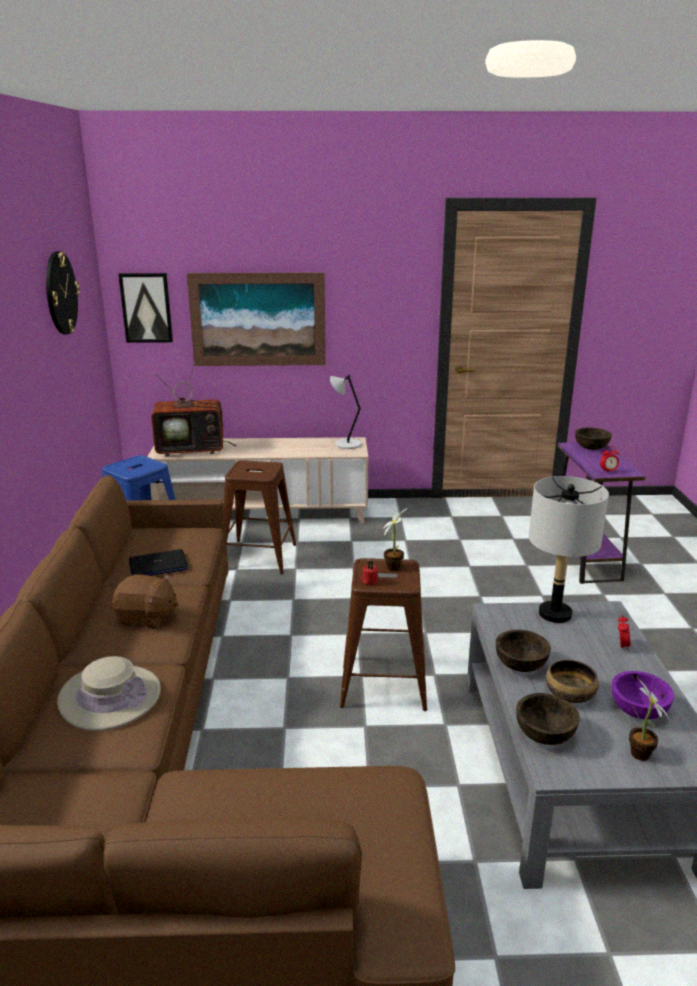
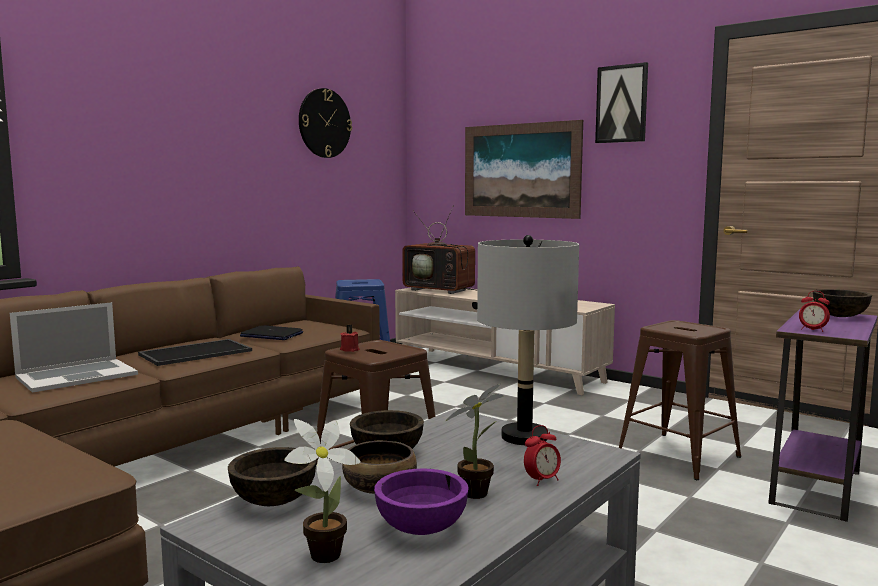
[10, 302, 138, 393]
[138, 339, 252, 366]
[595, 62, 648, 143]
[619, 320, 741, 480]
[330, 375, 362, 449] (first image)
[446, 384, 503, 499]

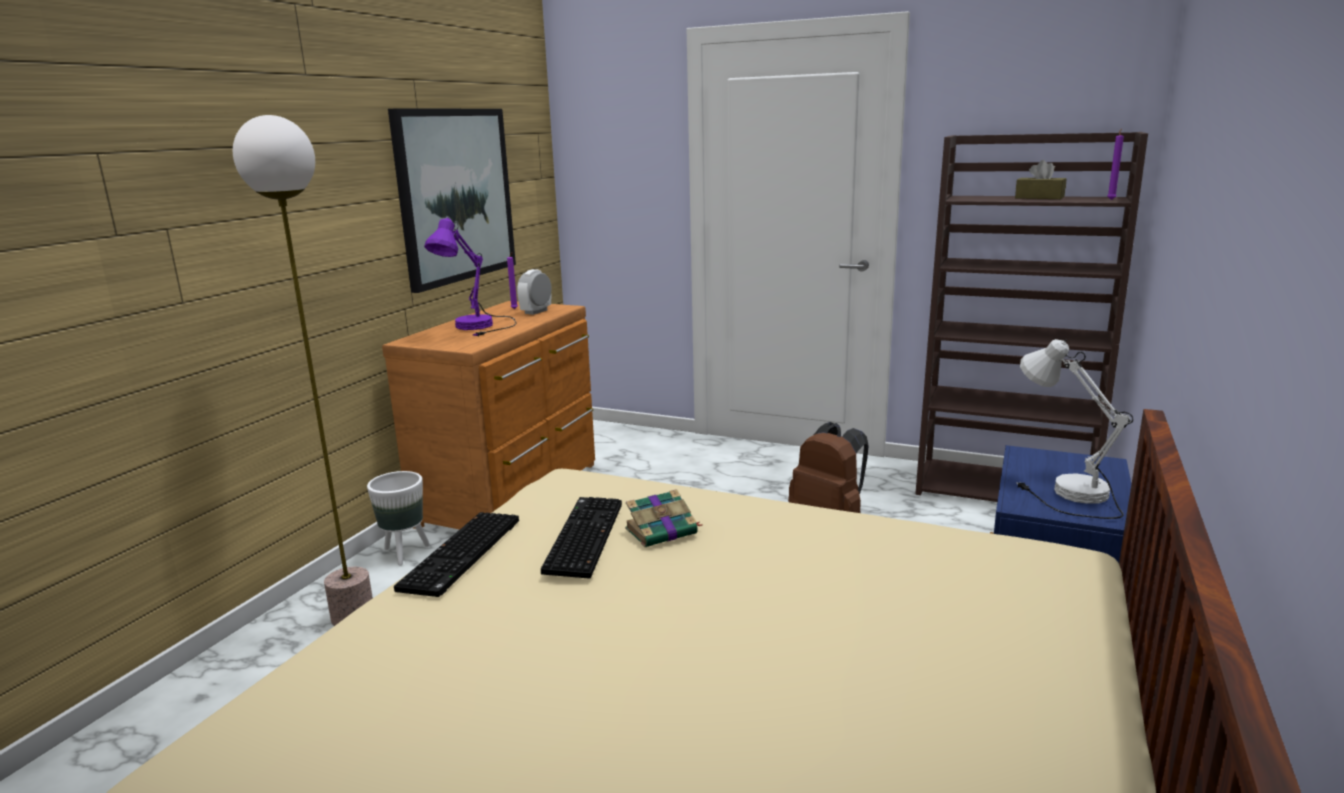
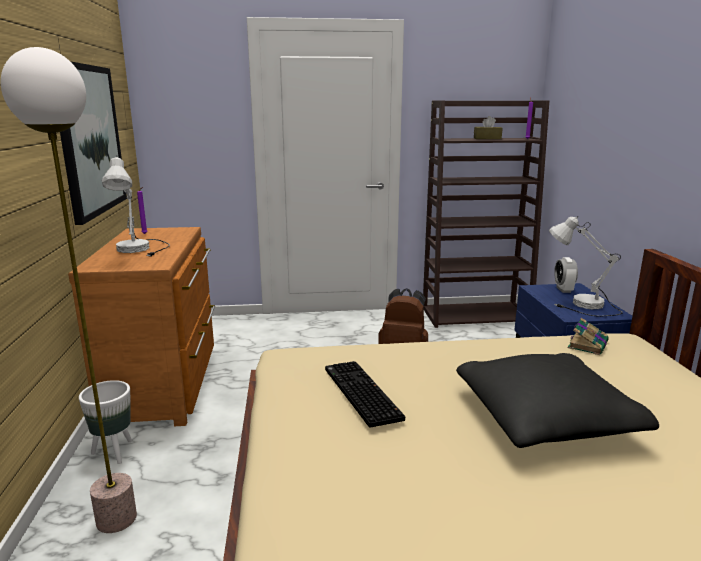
[394, 512, 519, 597] (first image)
[102, 155, 170, 256]
[554, 257, 578, 293]
[568, 318, 609, 355]
[456, 353, 659, 448]

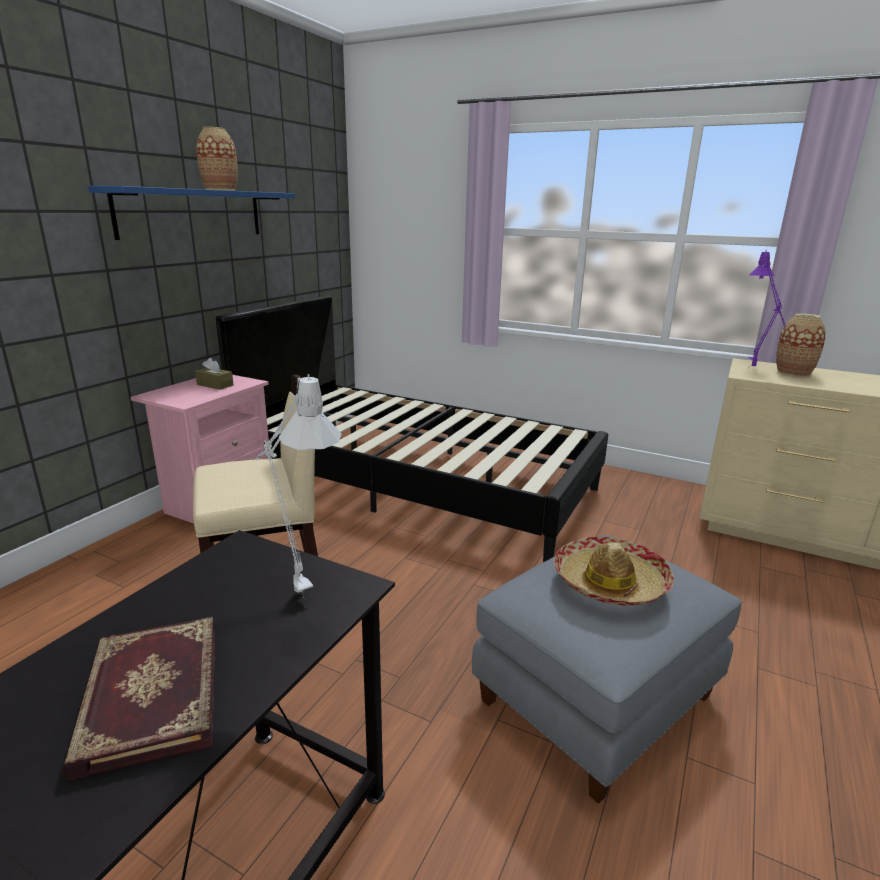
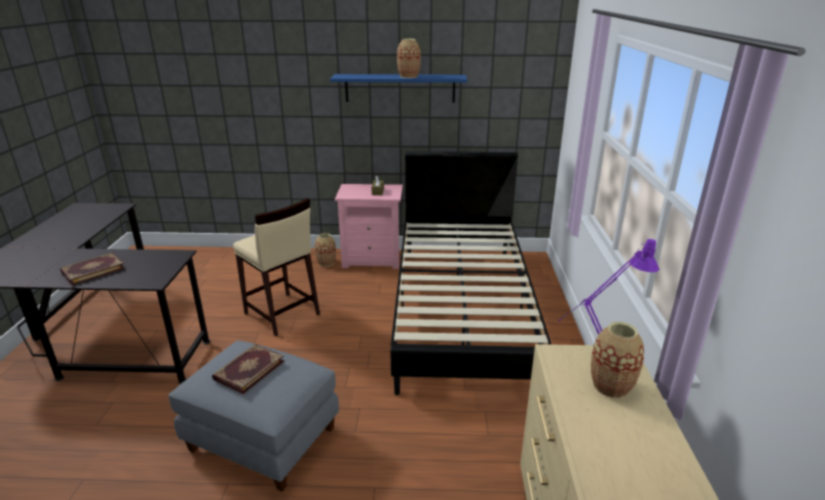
[256, 374, 342, 597] (first image)
[212, 344, 284, 394]
[315, 233, 336, 267]

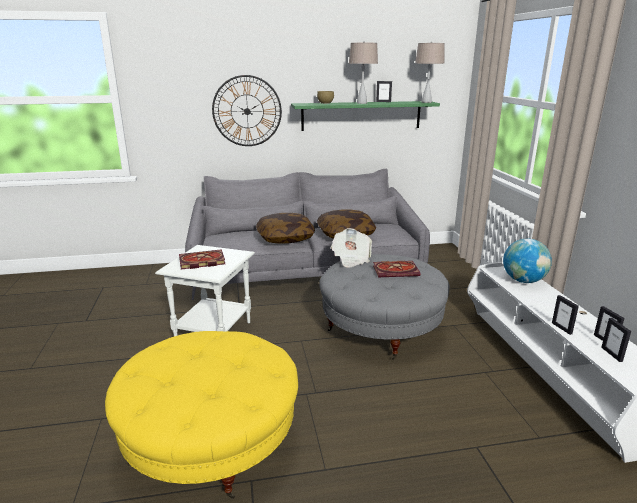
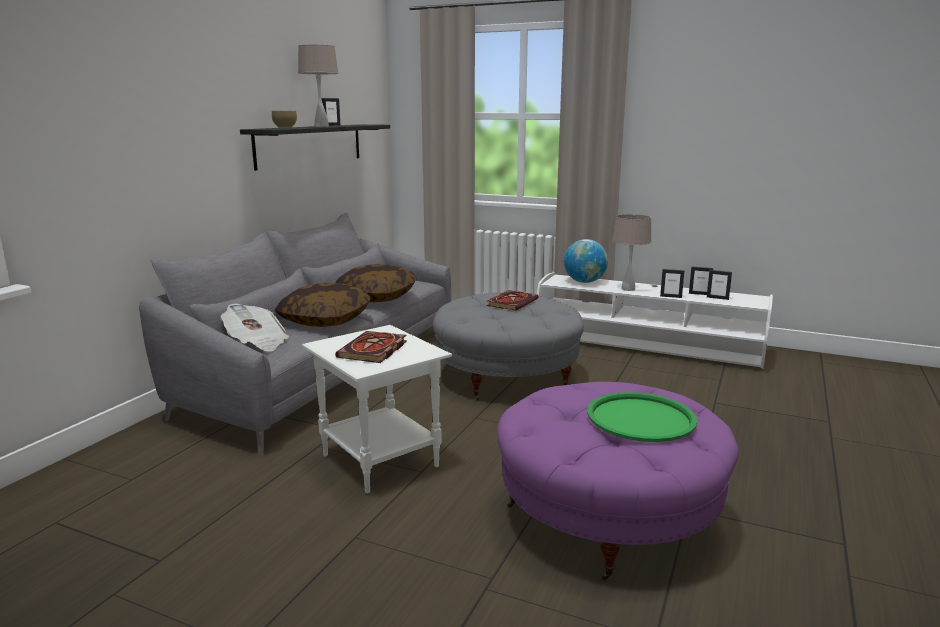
[497, 382, 739, 580]
[212, 75, 282, 146] (first image)
[240, 124, 390, 171]
[221, 304, 289, 352]
[612, 214, 651, 291]
[587, 392, 697, 442]

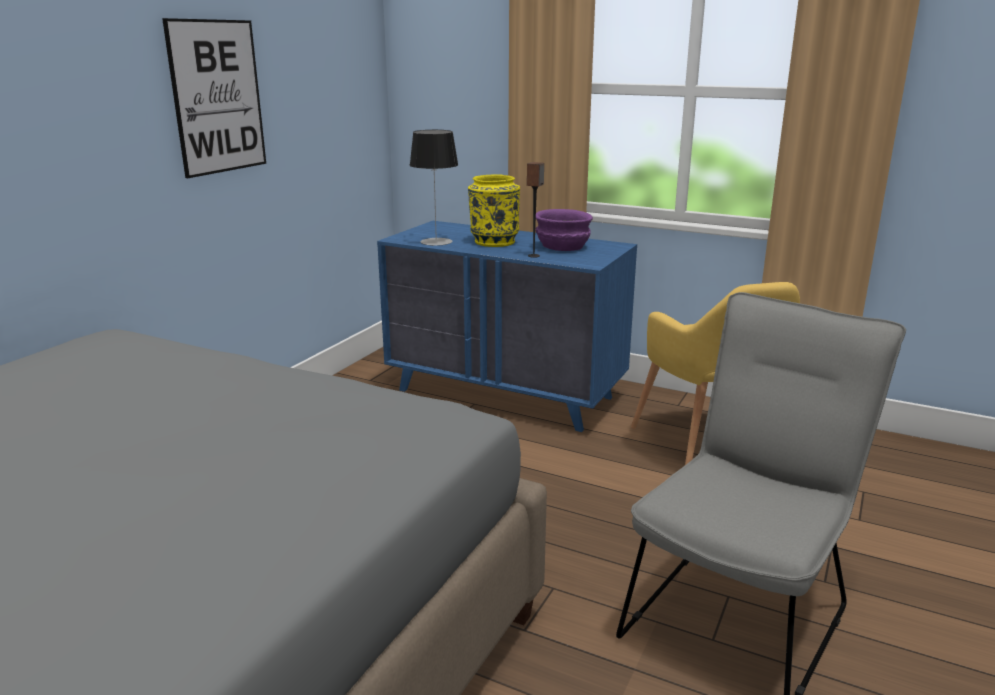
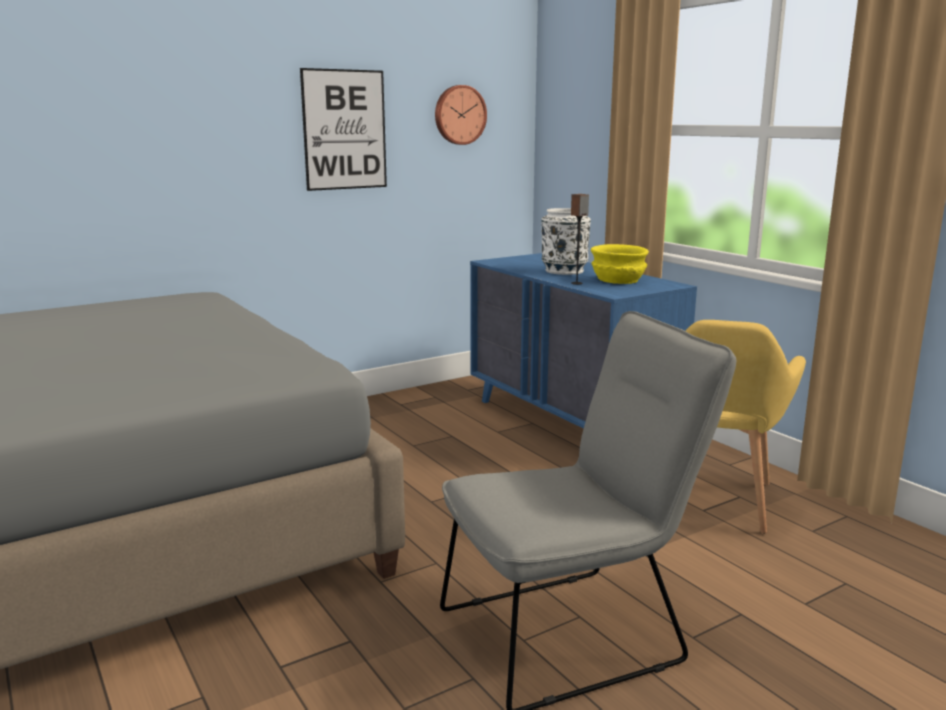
[410, 130, 458, 246] (first image)
[541, 208, 591, 275]
[591, 244, 649, 284]
[435, 85, 487, 145]

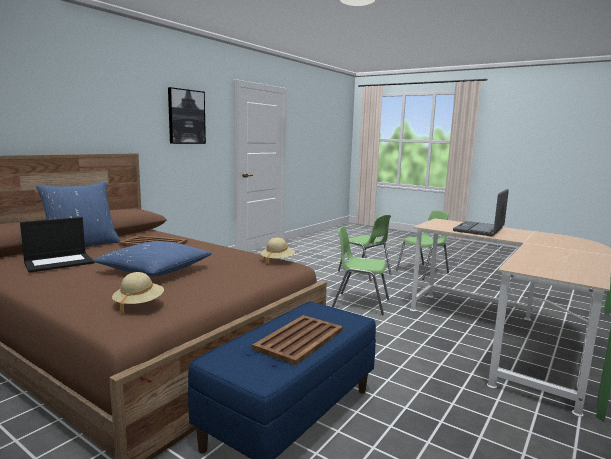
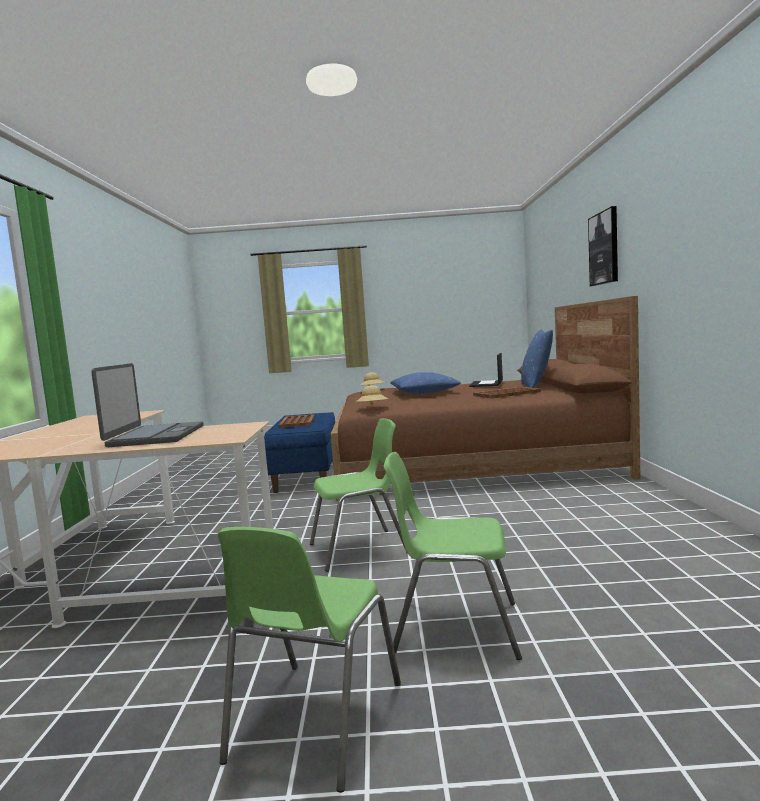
[588, 206, 618, 286]

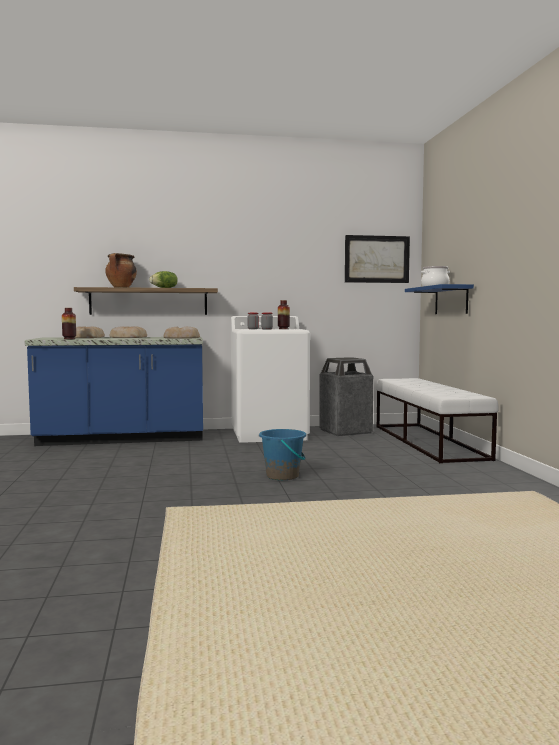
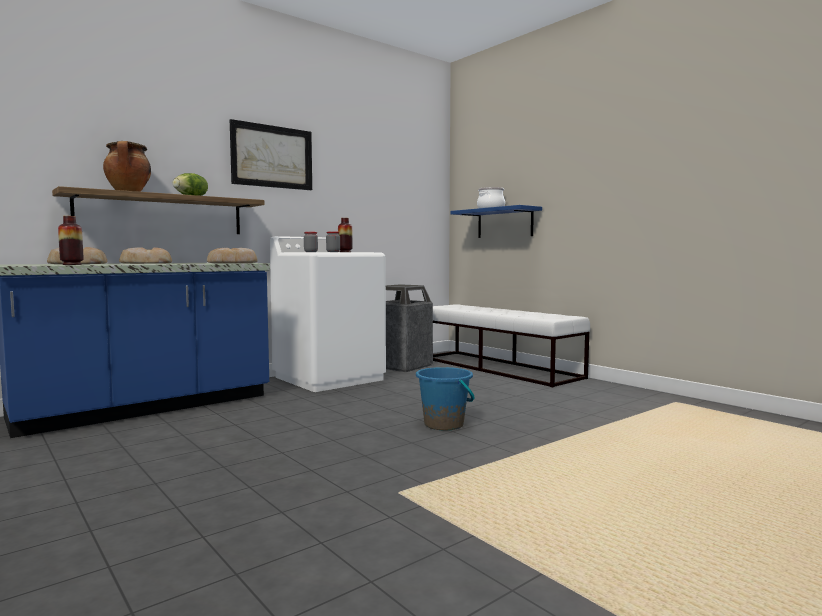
[230, 119, 312, 190]

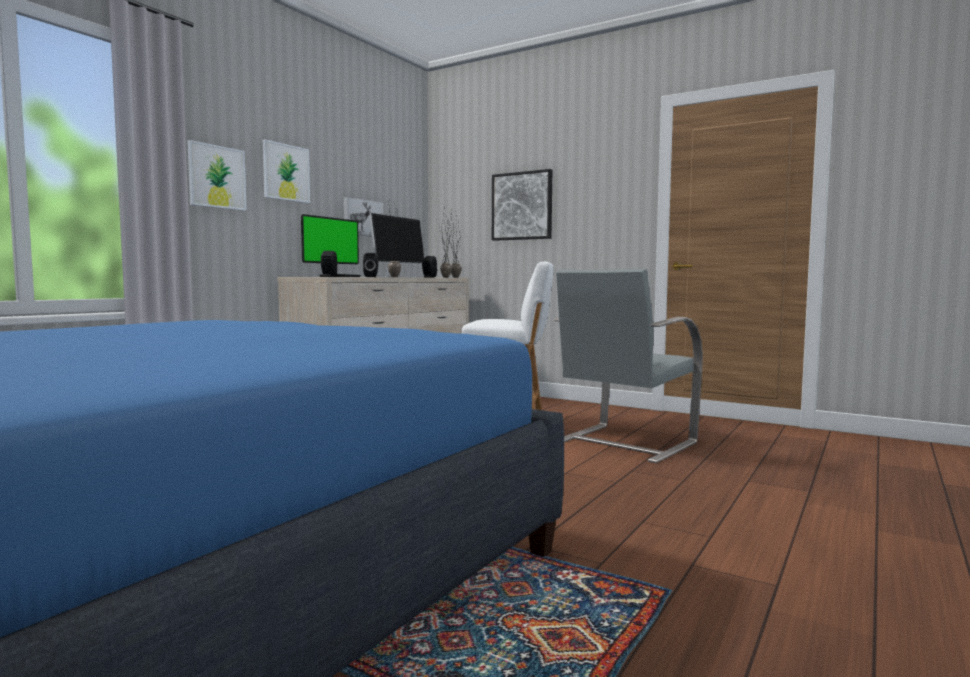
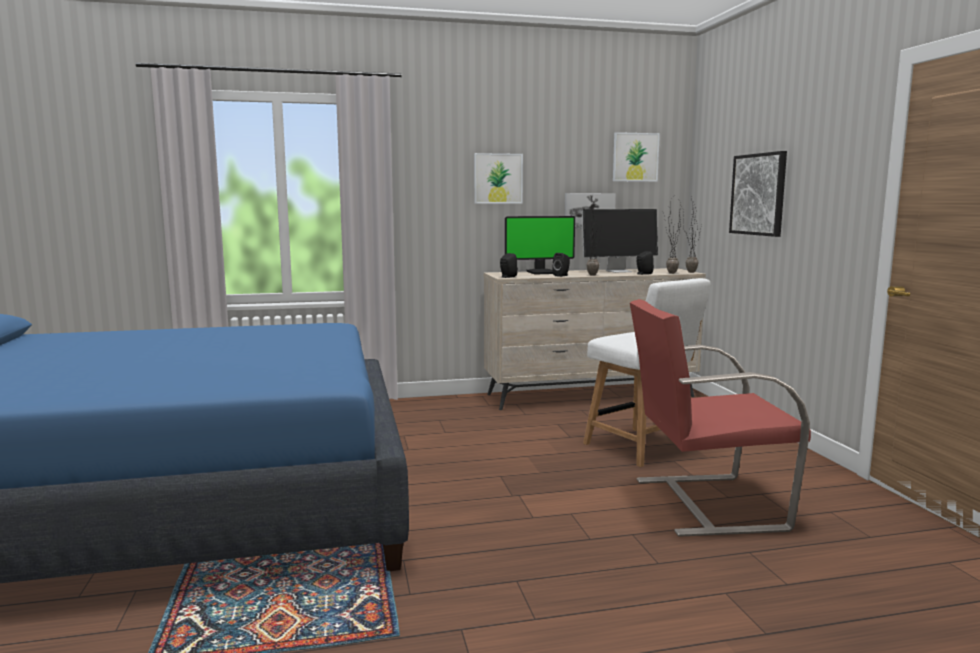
[613, 132, 660, 182]
[630, 299, 811, 537]

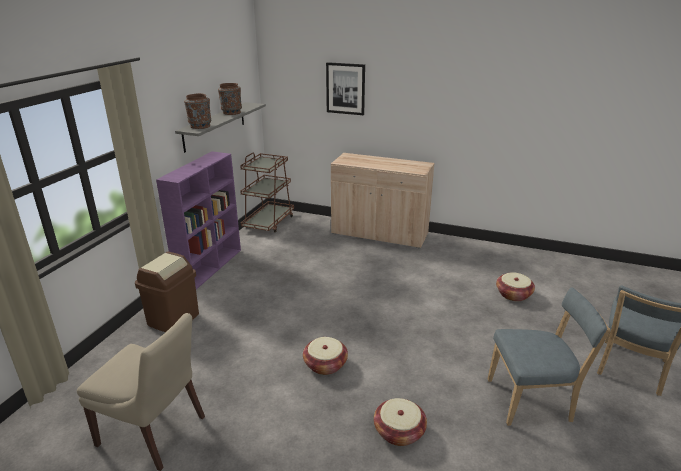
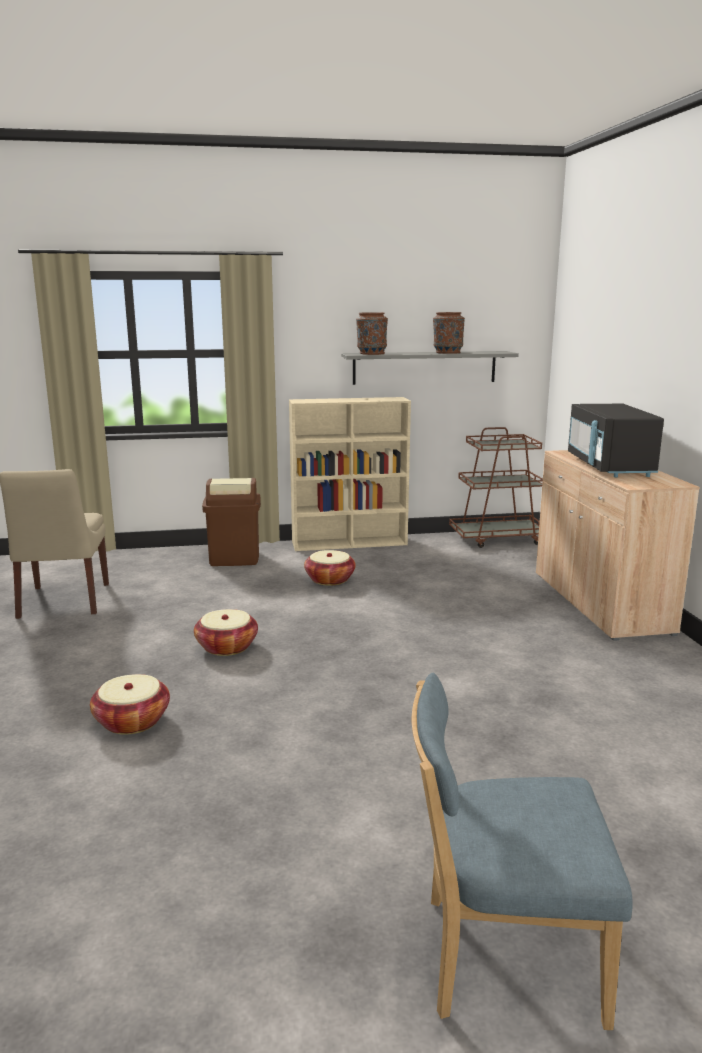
[289, 397, 411, 551]
[326, 62, 365, 115] (first image)
[488, 287, 611, 426] (first image)
[304, 550, 356, 586]
[568, 404, 664, 477]

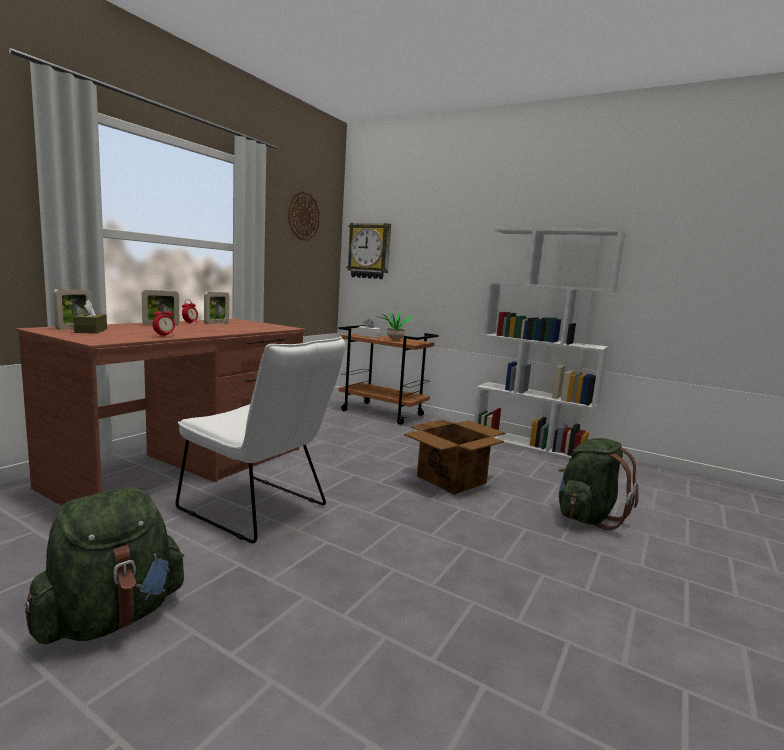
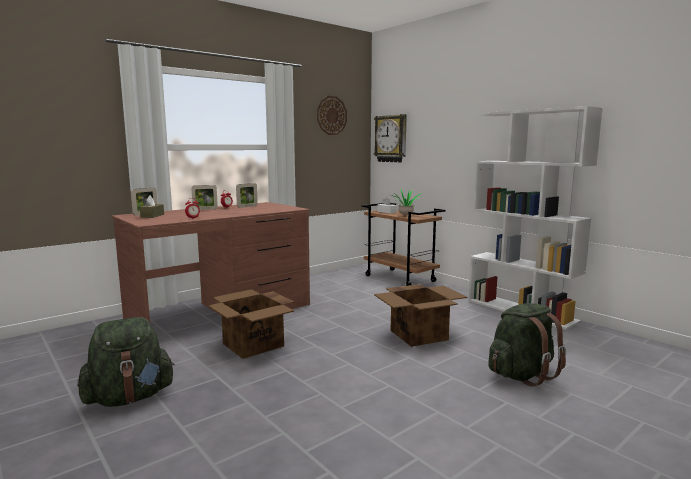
[208, 289, 295, 359]

